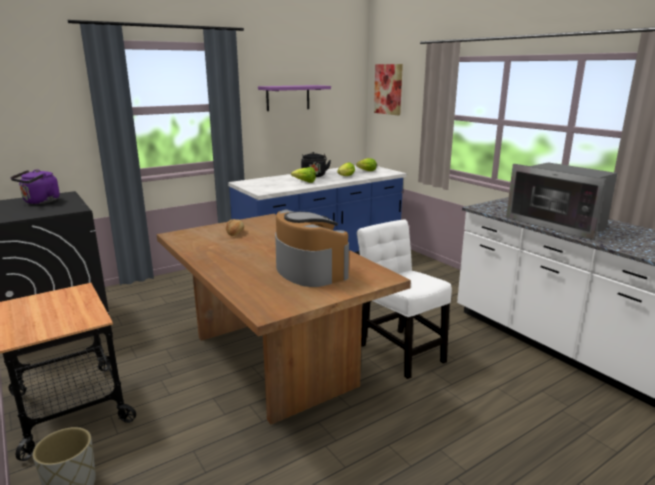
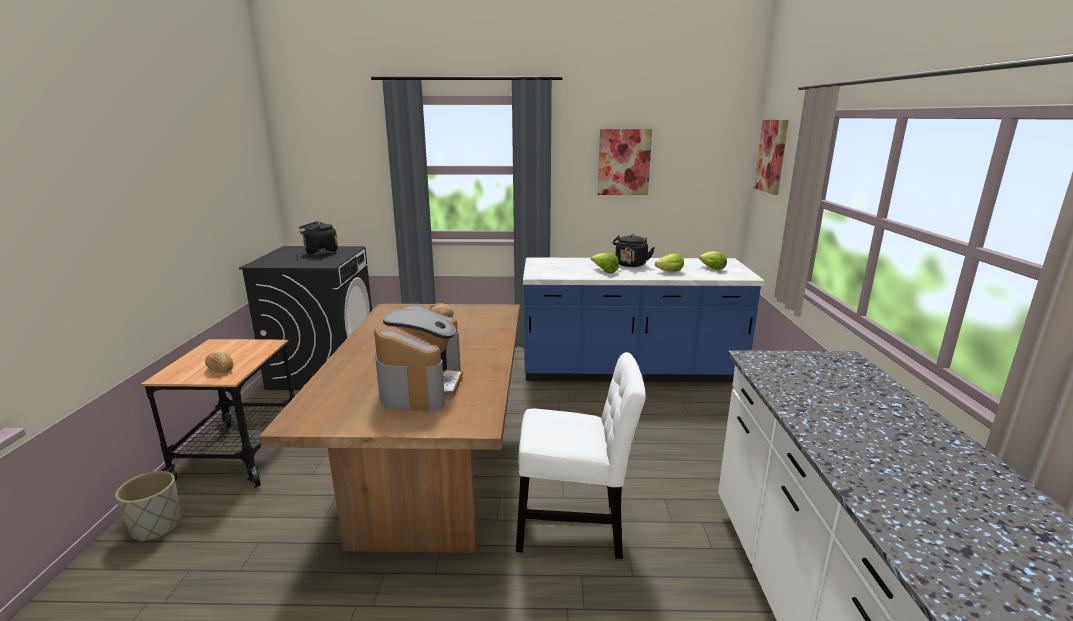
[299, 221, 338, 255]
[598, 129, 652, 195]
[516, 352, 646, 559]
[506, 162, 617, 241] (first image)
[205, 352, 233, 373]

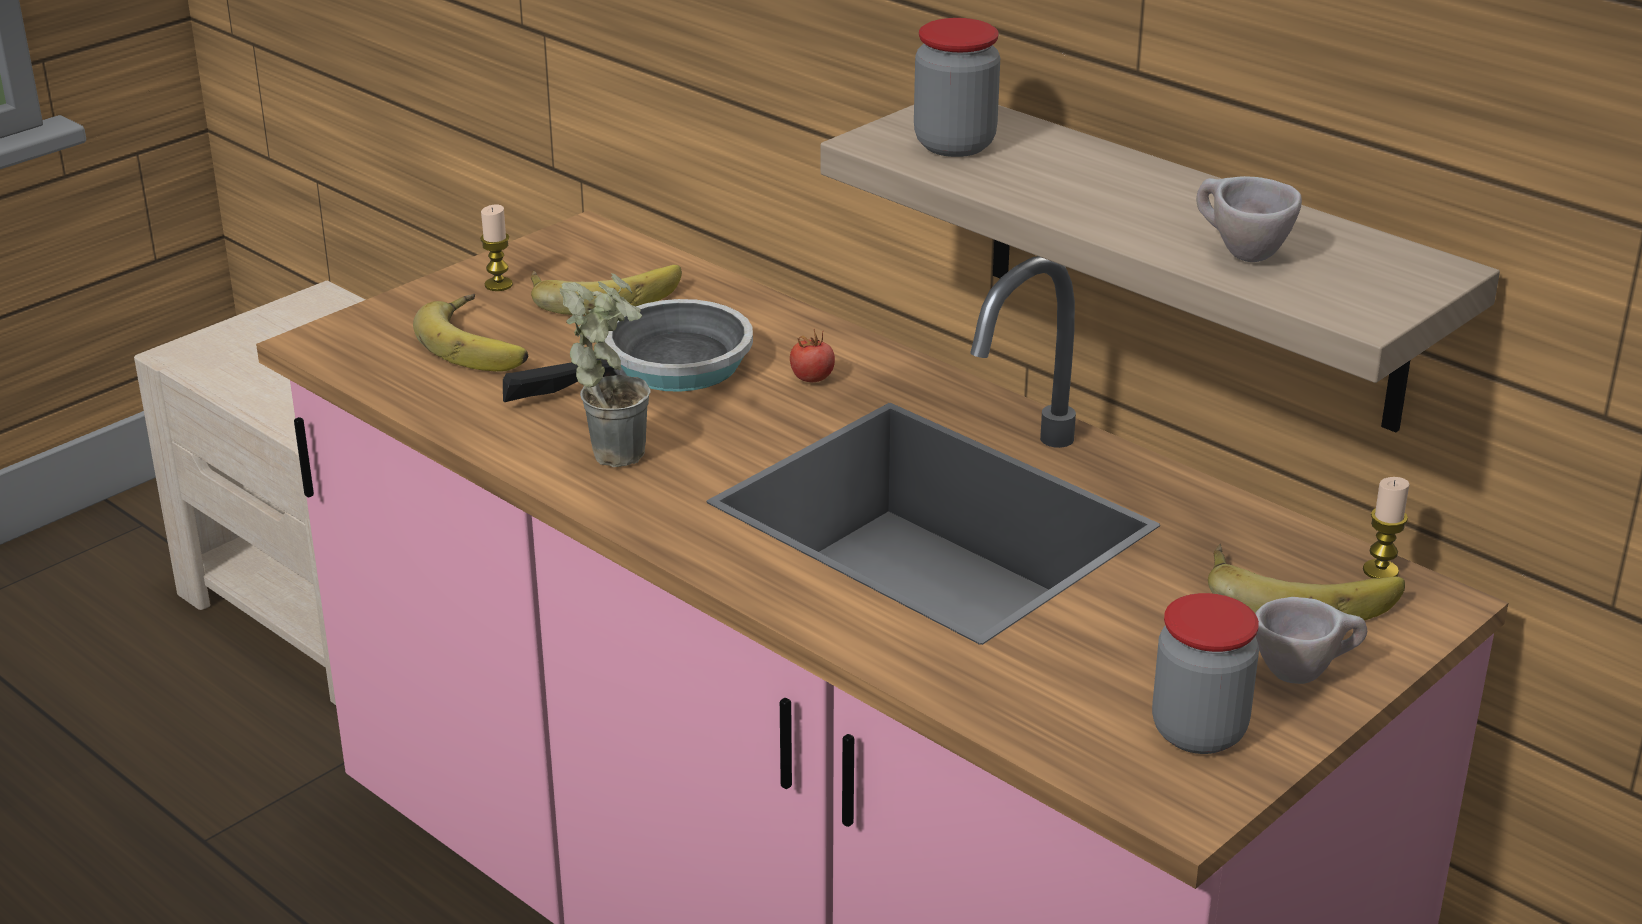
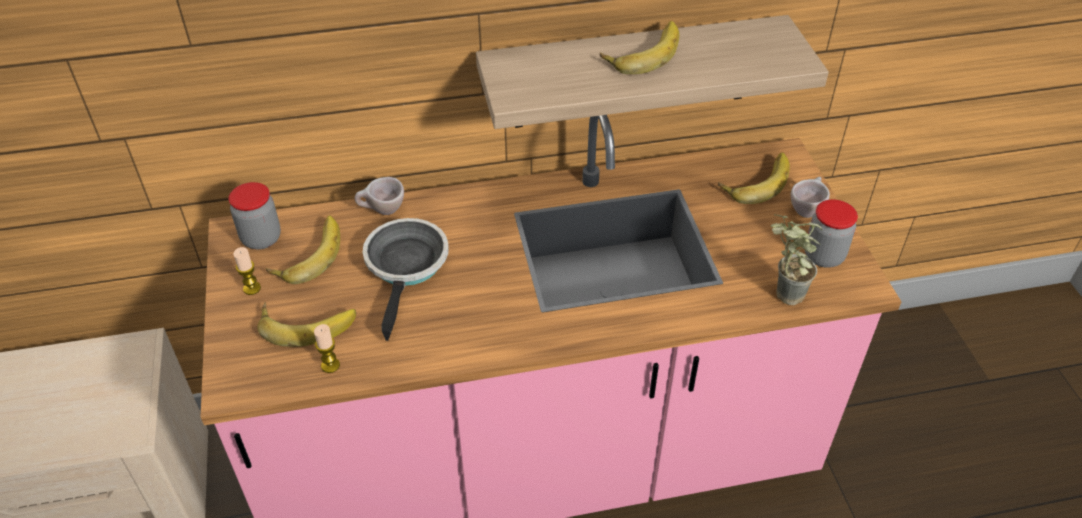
[771, 214, 822, 305]
[790, 329, 835, 382] (first image)
[229, 182, 281, 249]
[355, 177, 404, 215]
[314, 324, 340, 373]
[600, 21, 679, 74]

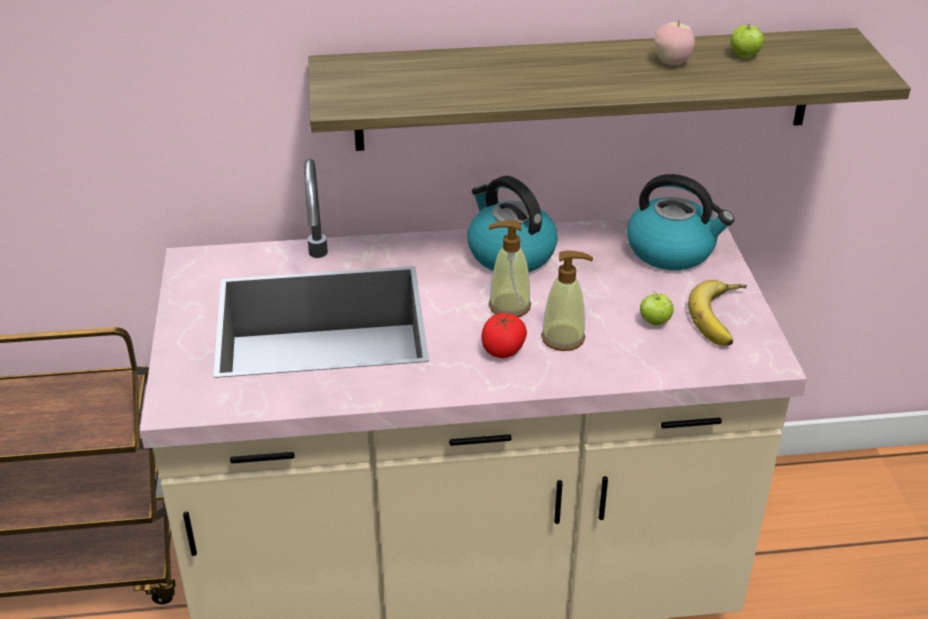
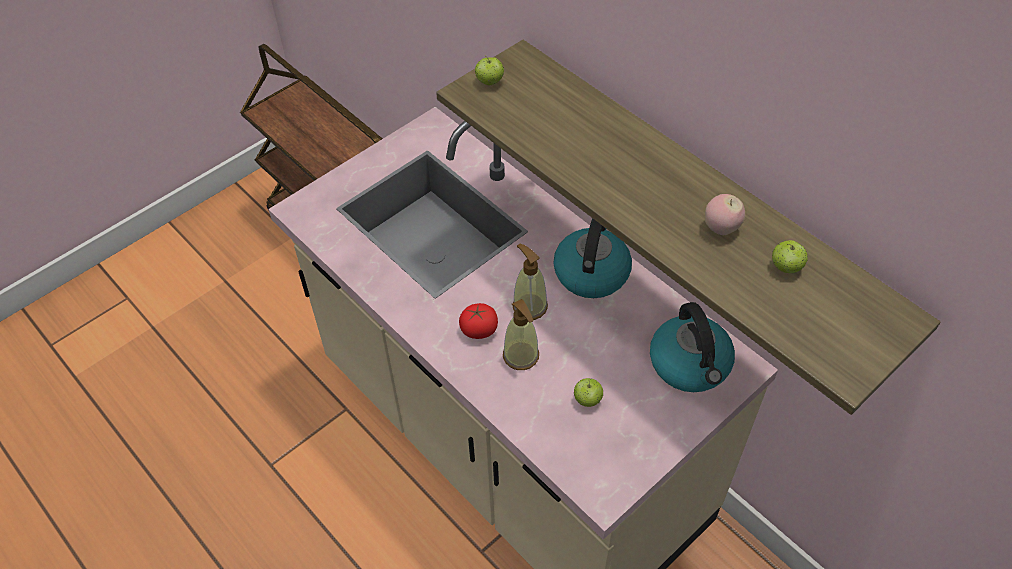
[688, 280, 747, 346] (first image)
[475, 55, 504, 85]

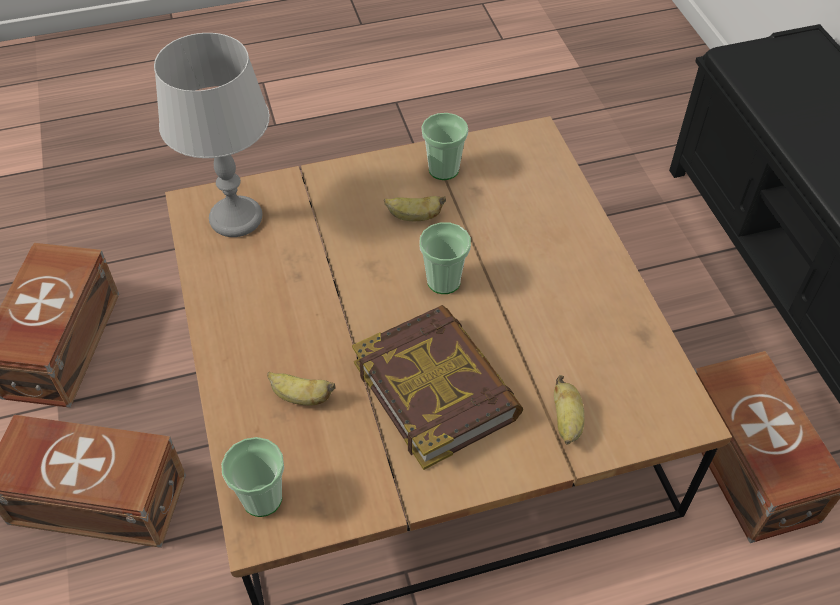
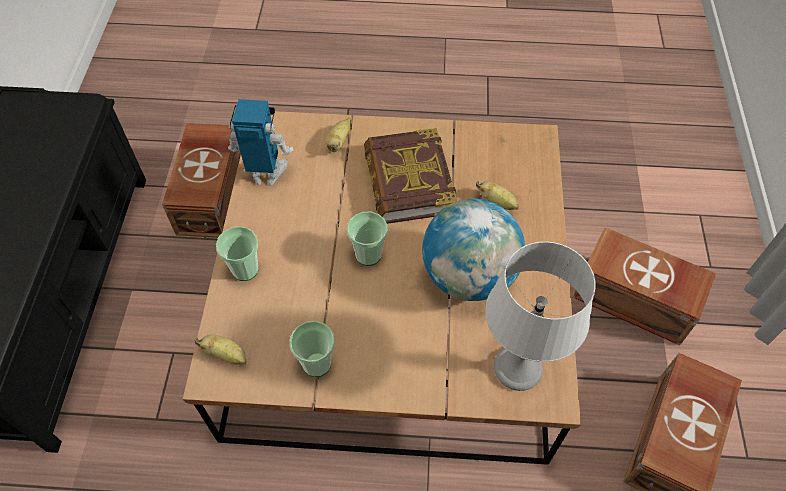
[216, 226, 259, 281]
[195, 335, 246, 365]
[228, 99, 293, 186]
[422, 198, 525, 301]

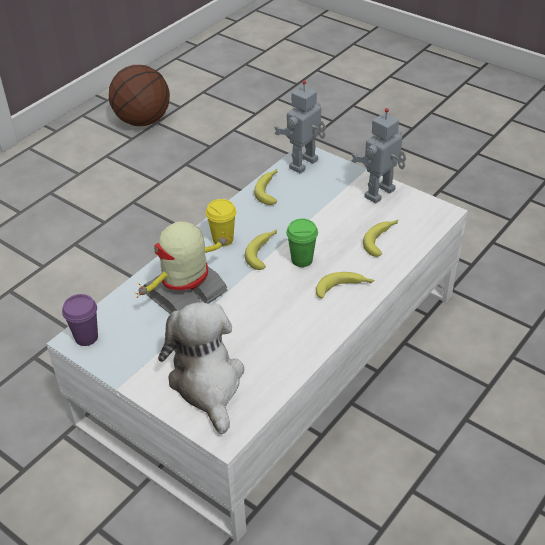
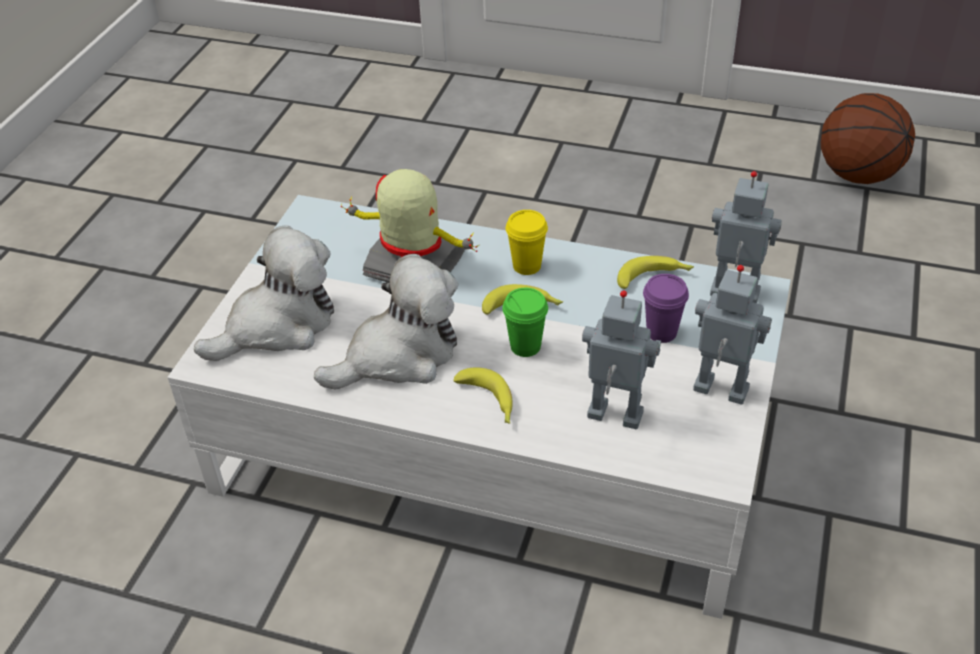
[643, 274, 689, 343]
[582, 290, 661, 429]
[314, 254, 458, 390]

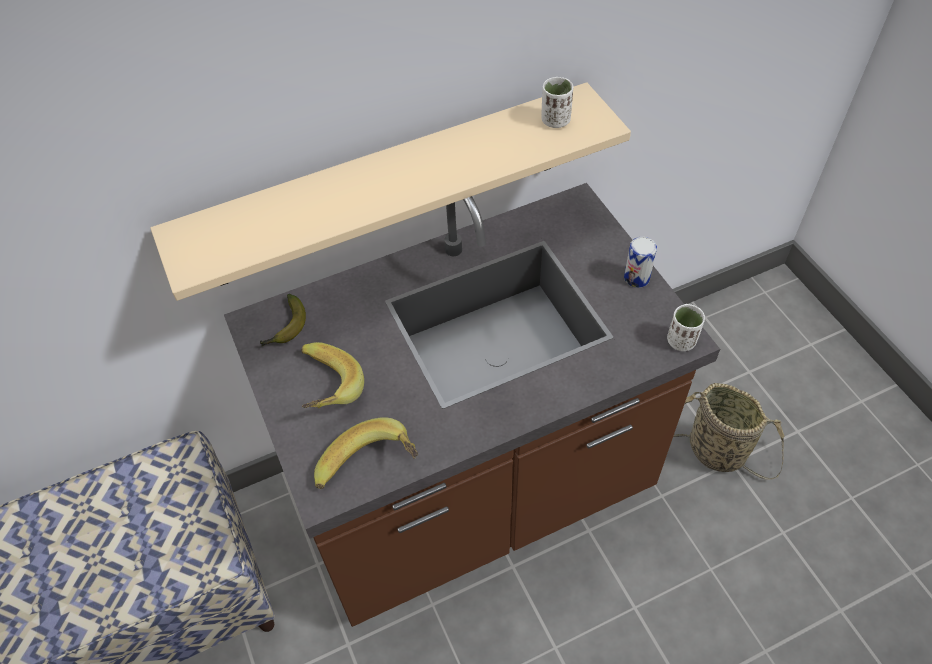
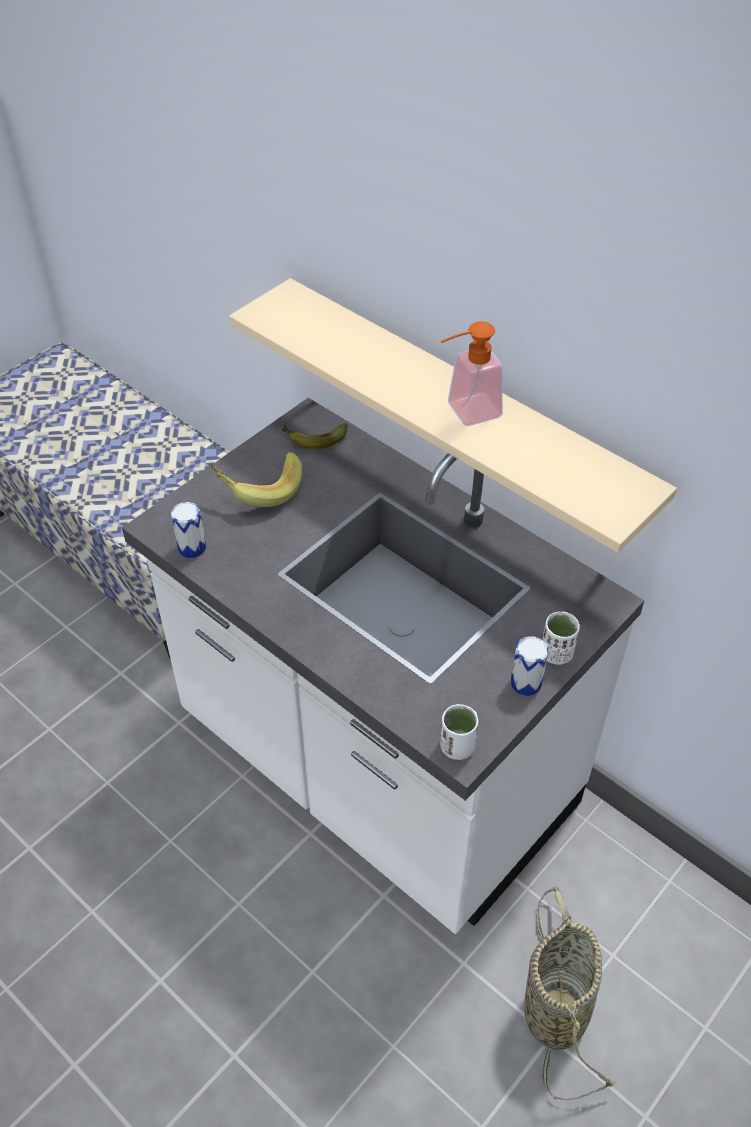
[122, 398, 645, 934]
[171, 502, 206, 558]
[542, 612, 580, 665]
[440, 321, 503, 426]

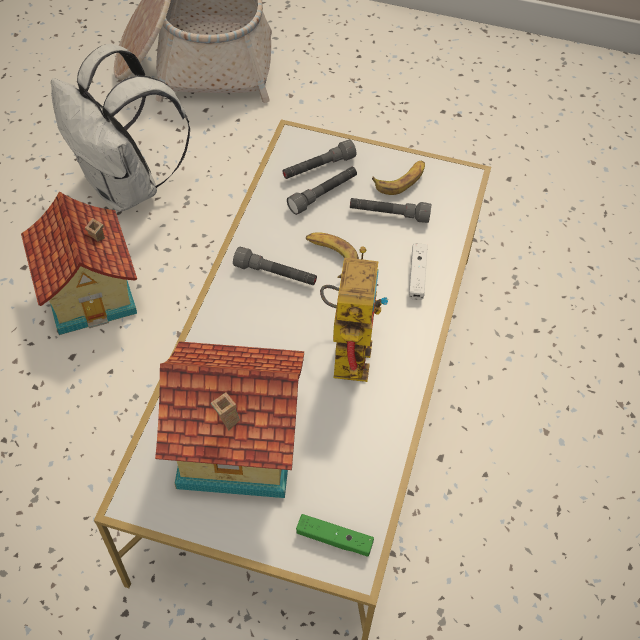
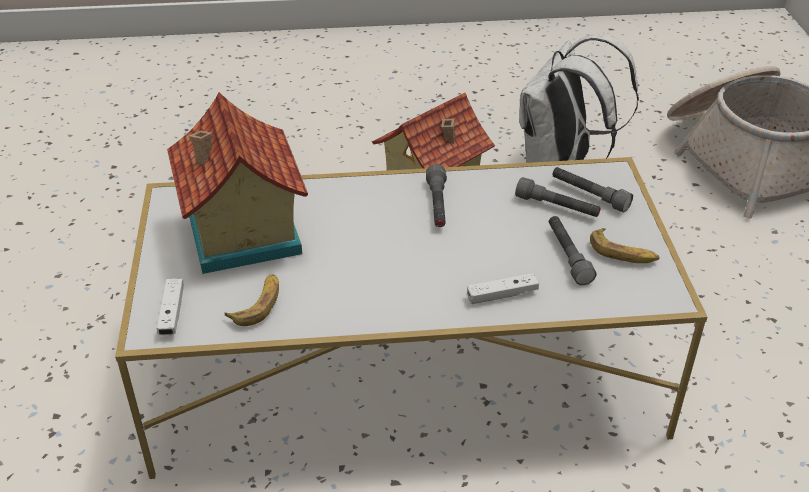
[157, 278, 184, 335]
[224, 274, 279, 326]
[320, 247, 389, 382] (first image)

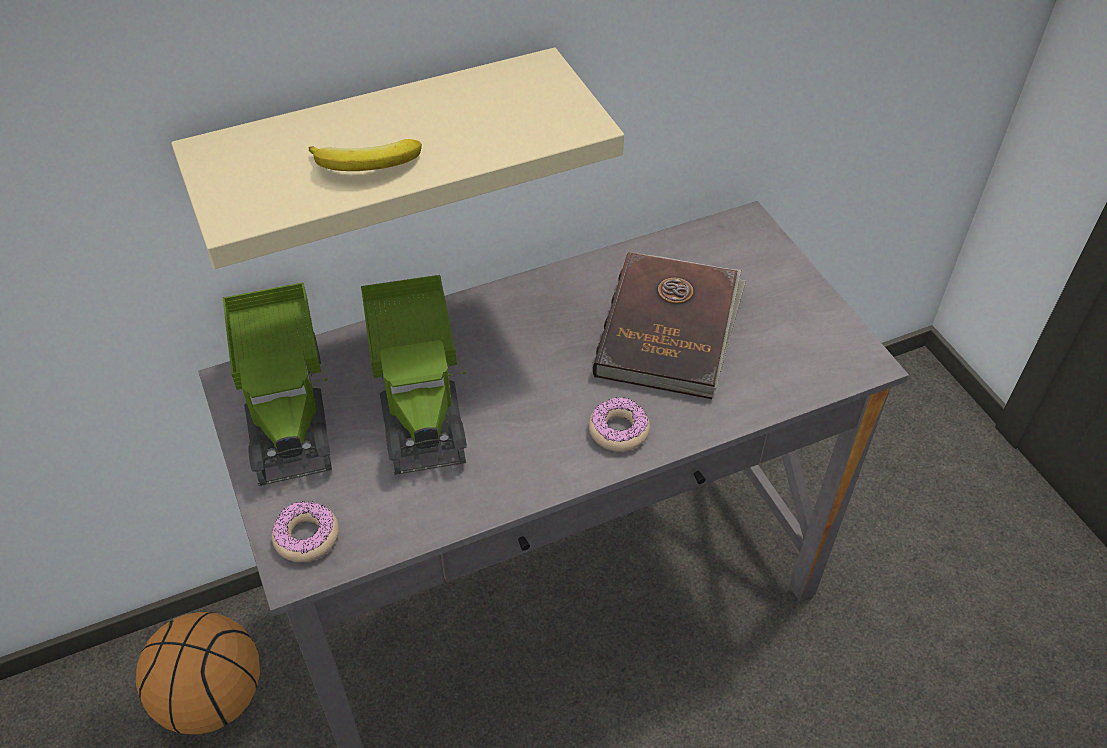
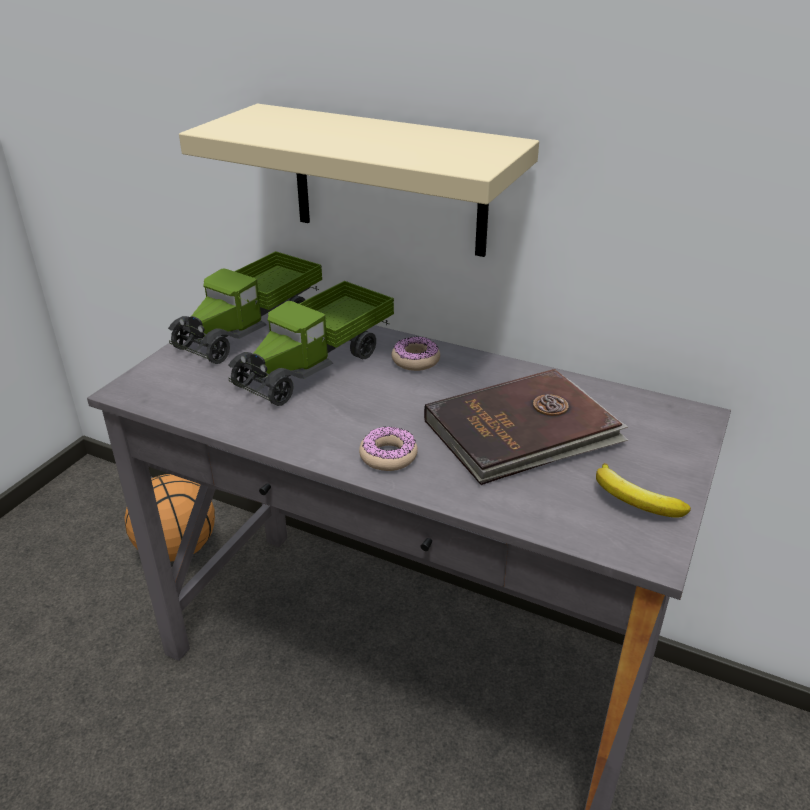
[391, 336, 440, 371]
[596, 463, 691, 518]

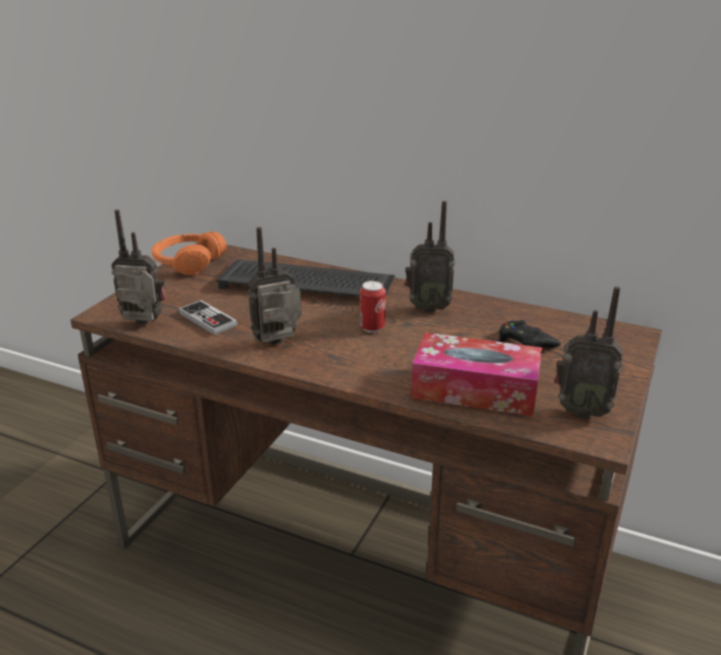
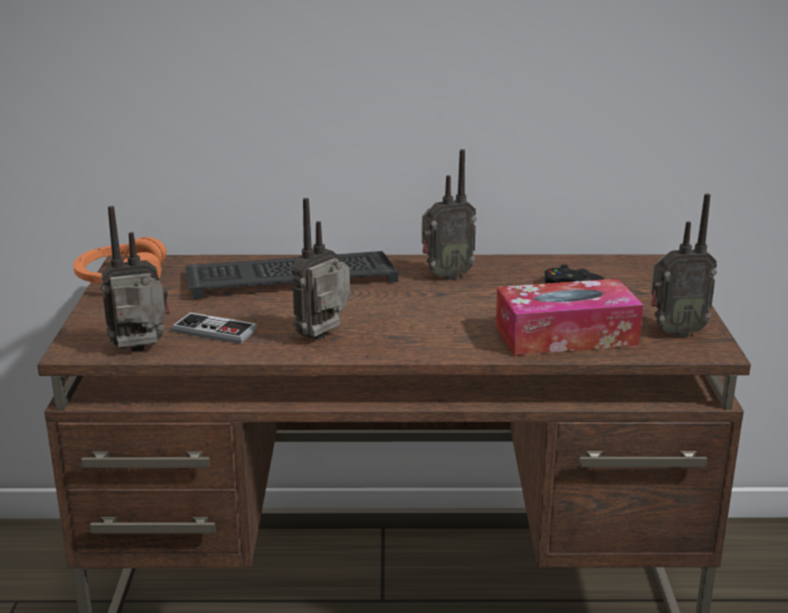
[360, 281, 386, 333] (first image)

